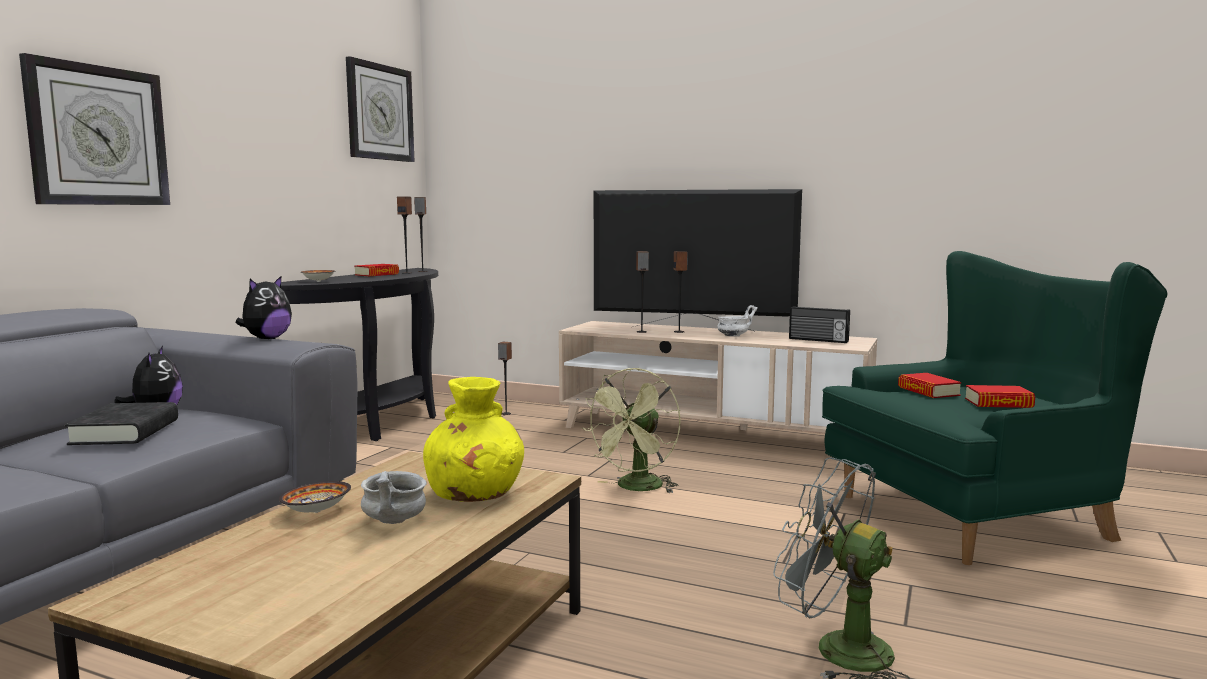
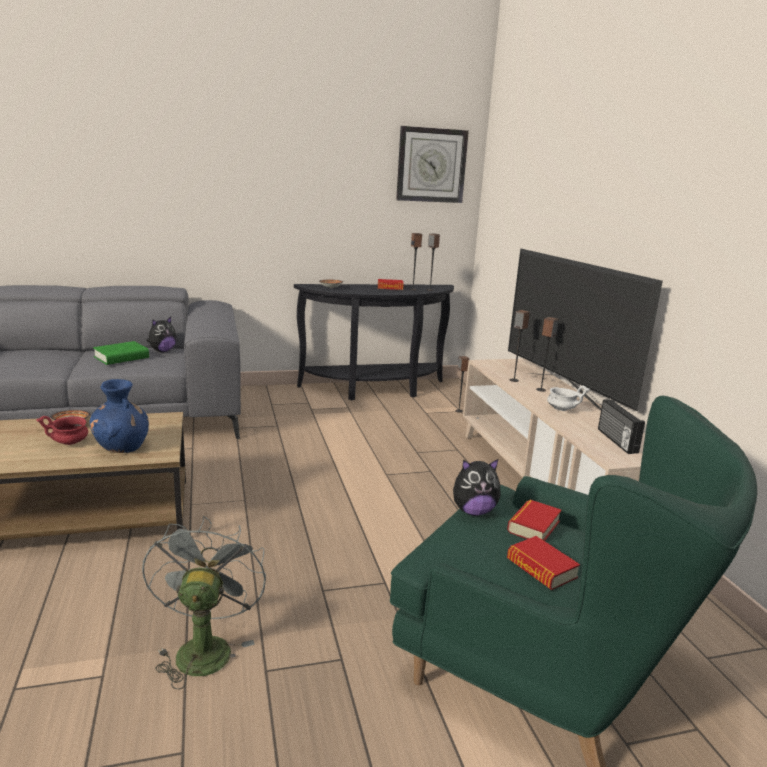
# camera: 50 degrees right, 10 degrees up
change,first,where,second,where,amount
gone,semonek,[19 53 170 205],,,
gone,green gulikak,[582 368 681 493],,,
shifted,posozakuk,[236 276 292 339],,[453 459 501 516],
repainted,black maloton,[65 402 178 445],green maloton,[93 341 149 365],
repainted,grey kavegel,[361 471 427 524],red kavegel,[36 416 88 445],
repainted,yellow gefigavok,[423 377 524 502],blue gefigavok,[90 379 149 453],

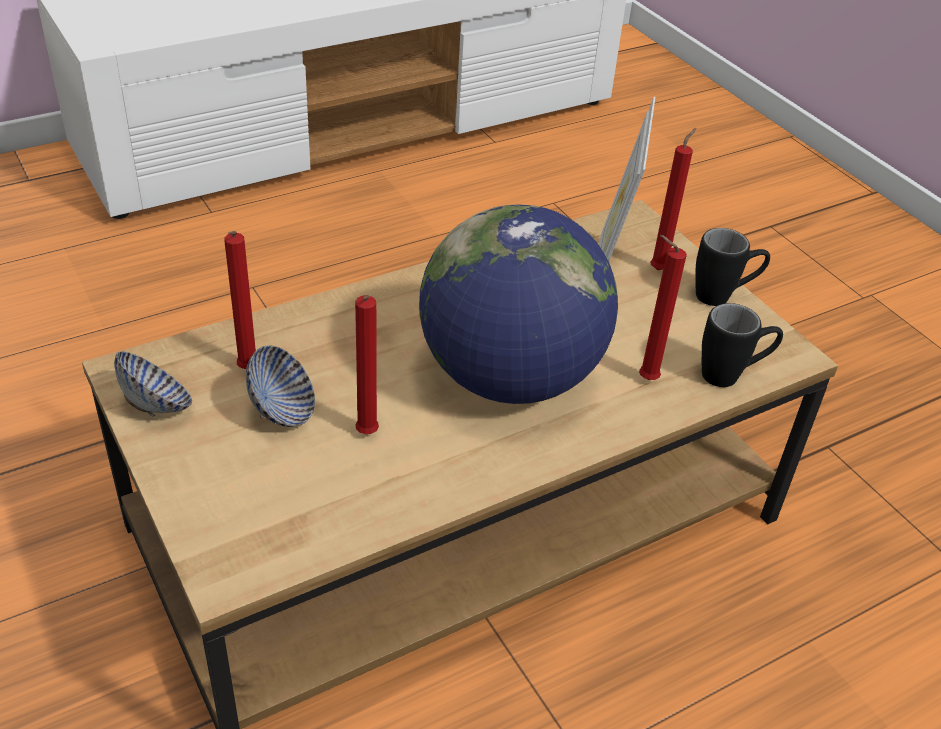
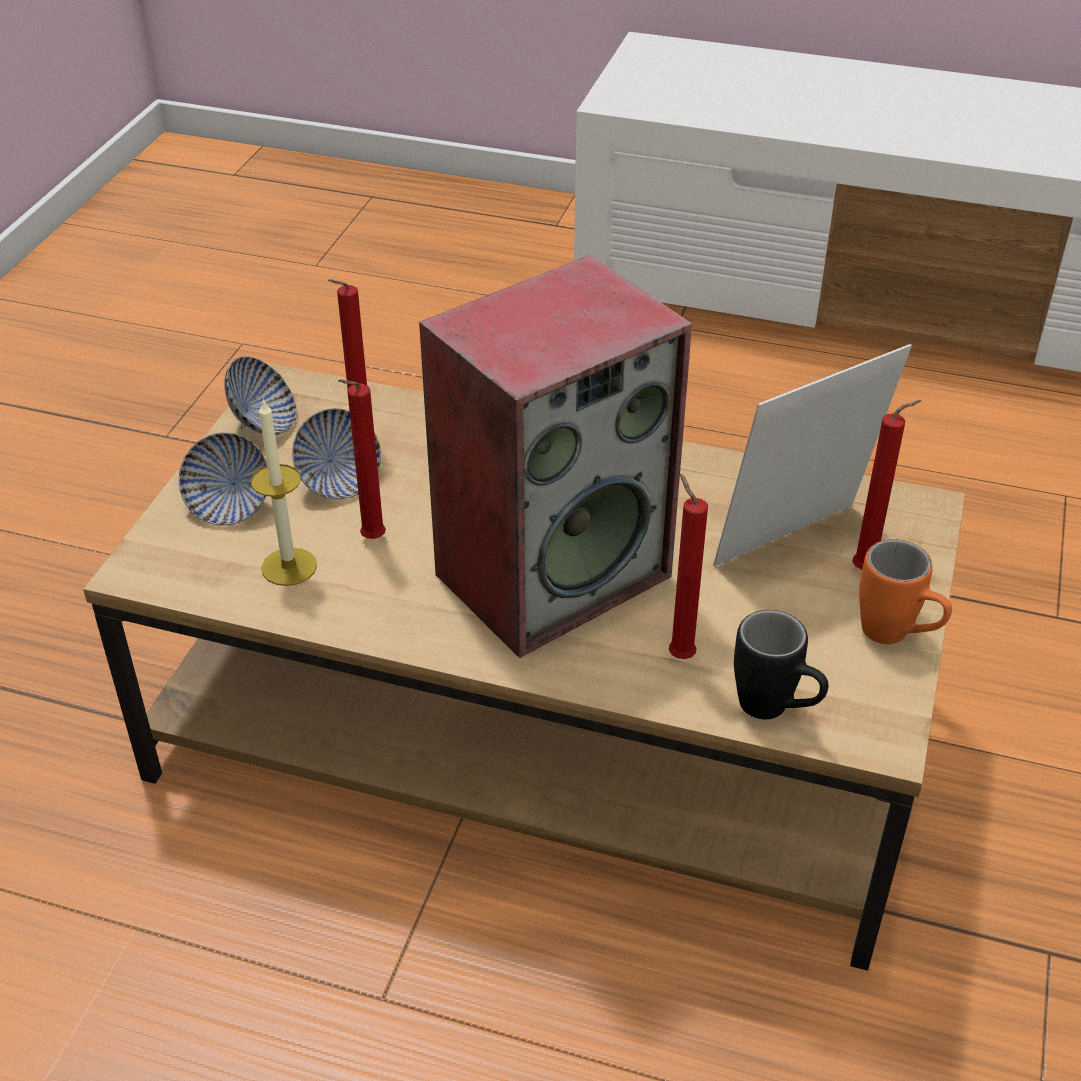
# camera: 50 degrees right, 0 degrees up
change,first,where,second,where,amount
new,,,kavegel,[179 432 267 526],
new,,,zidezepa,[251 398 317 586],
swapped,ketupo,[419 204 618 404],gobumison,[419 255 692 658],
repainted,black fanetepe,[696 228 770 306],orange fanetepe,[859 539 952 644],

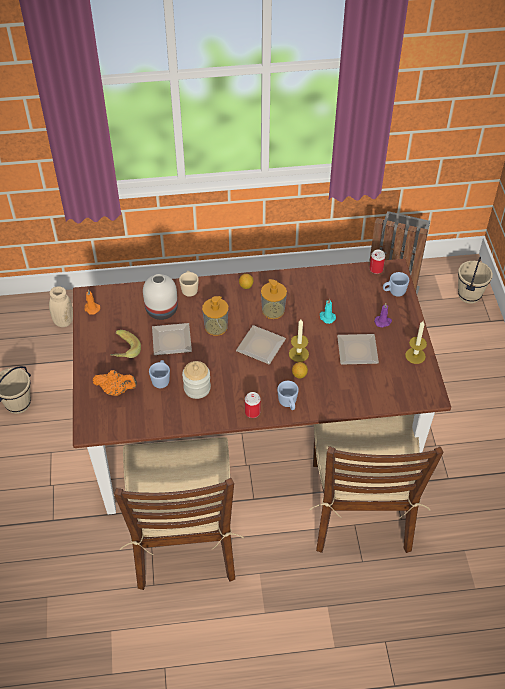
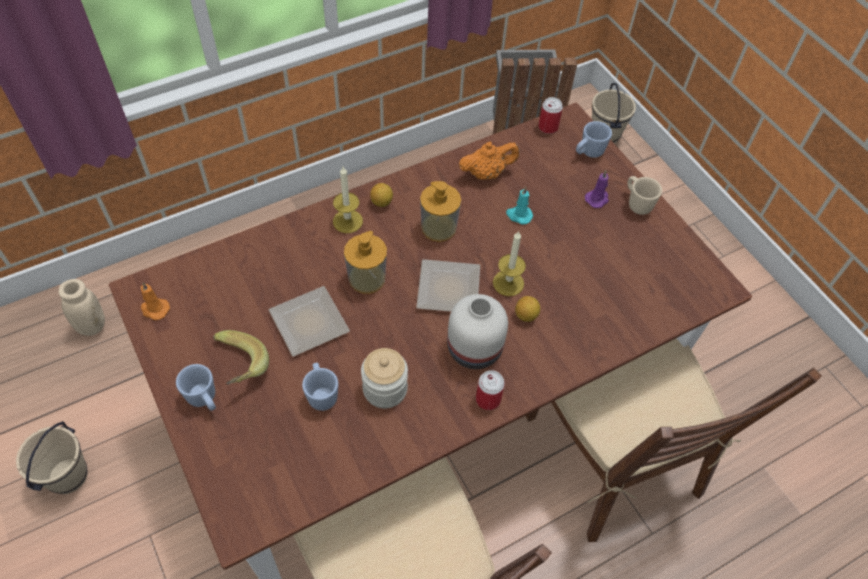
# camera: 25 degrees left, 5 degrees up
change,first,where,second,where,amount
gone,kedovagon,[337 334 379 365],,,
shifted,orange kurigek,[93 370 137 396],,[459 142 519 180],
shifted,white gefigavok,[143 274 178 320],,[447 294 508 369],
shifted,beige fanetepe,[179 271 199 297],,[627 176 662 215],
shifted,blue fanetepe,[277 381 299 410],,[176 364 216 411],
shifted,zidezepa,[405 321 427 364],,[333 167 363 233],

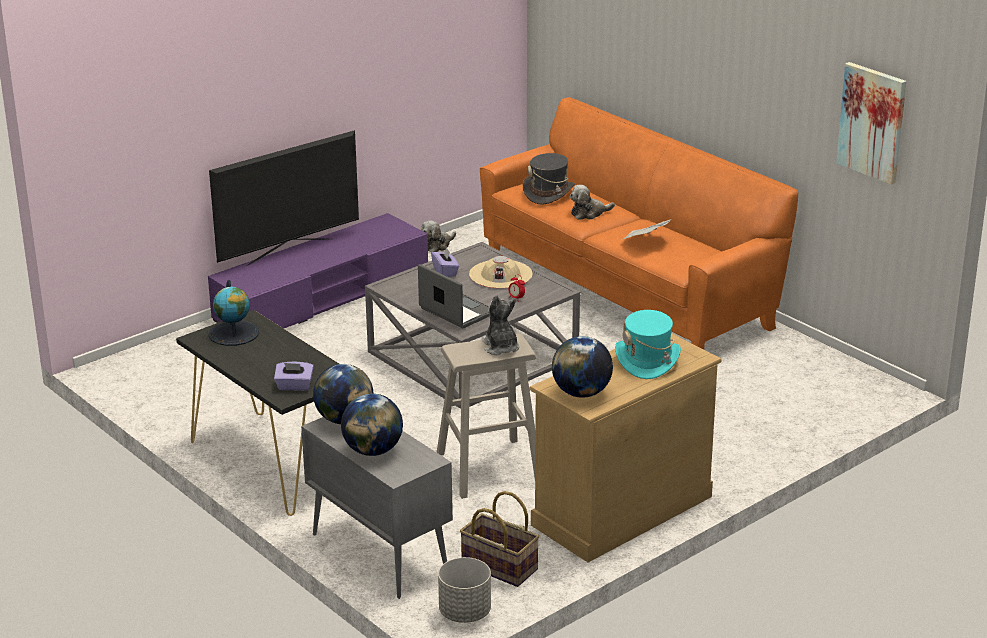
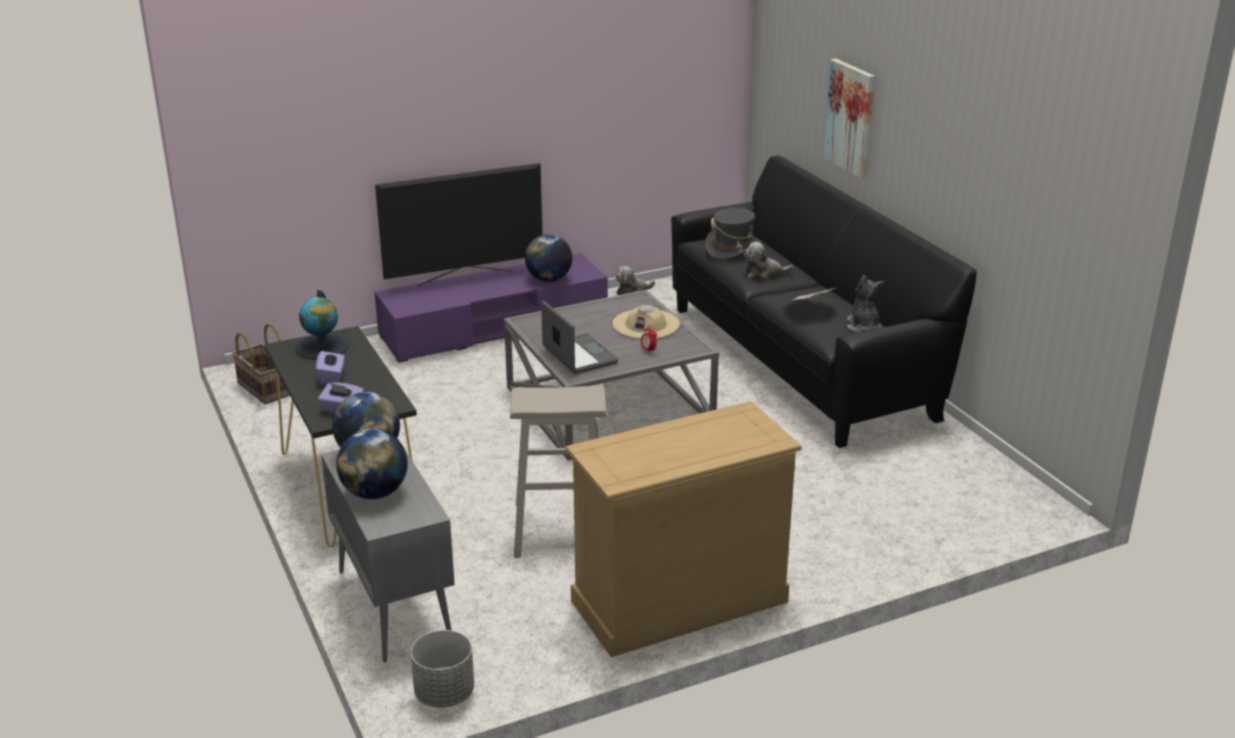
# camera: 15 degrees right, 0 degrees up
change,first,where,second,where,amount
gone,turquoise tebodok,[615 310 681 379],,,
shifted,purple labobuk,[431 247 459 277],,[316 350 344 385],
shifted,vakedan,[460 491 539 587],,[232 323 290 404],
shifted,posozakuk,[482 295 519 355],,[847 275 884 333],
shifted,ketupo,[552 336 613 398],,[525 234 572 282],
shifted,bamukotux,[836 62 906 185],,[823 59 875 178],
repainted,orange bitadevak,[480 97 798 349],black bitadevak,[671 155 977 448],

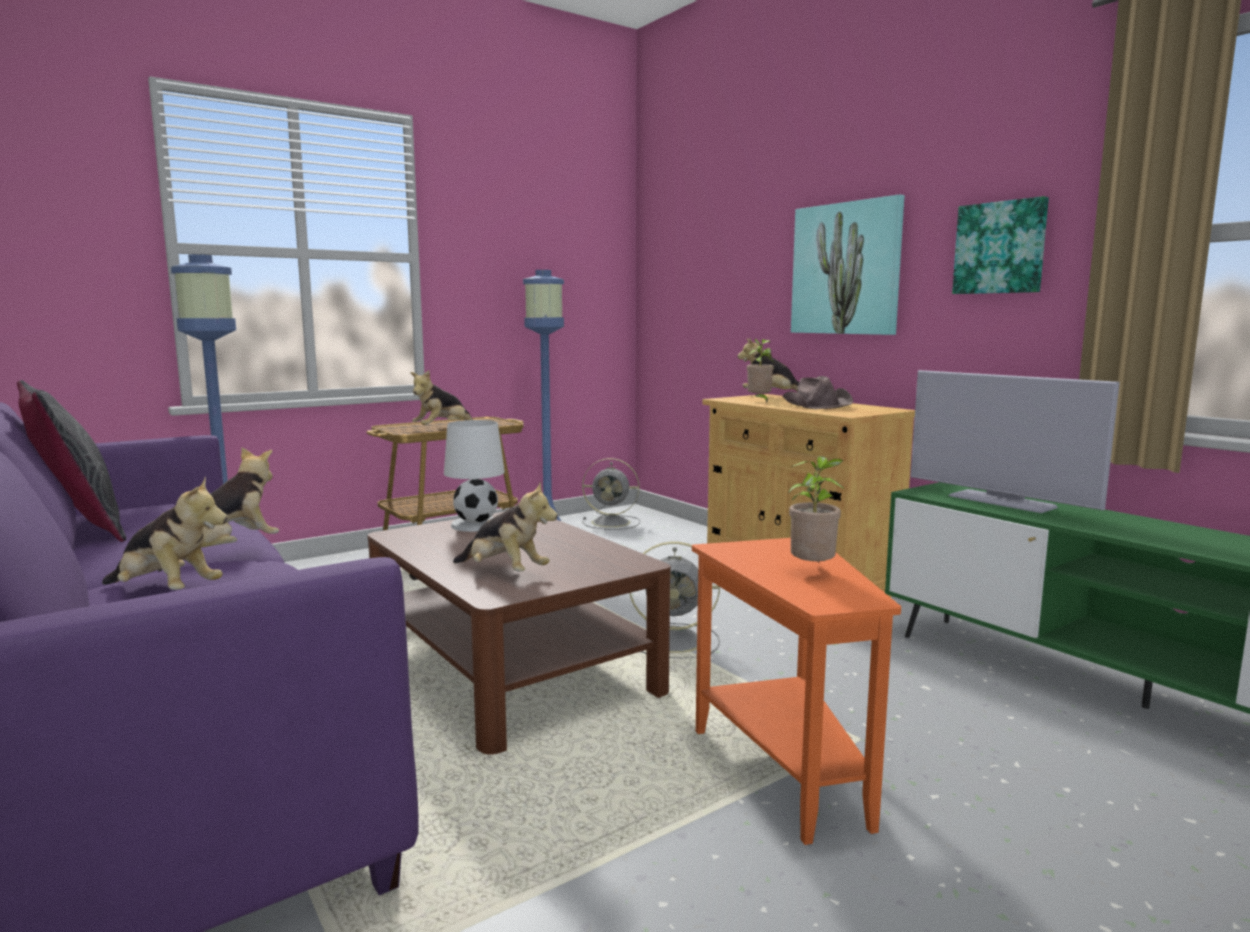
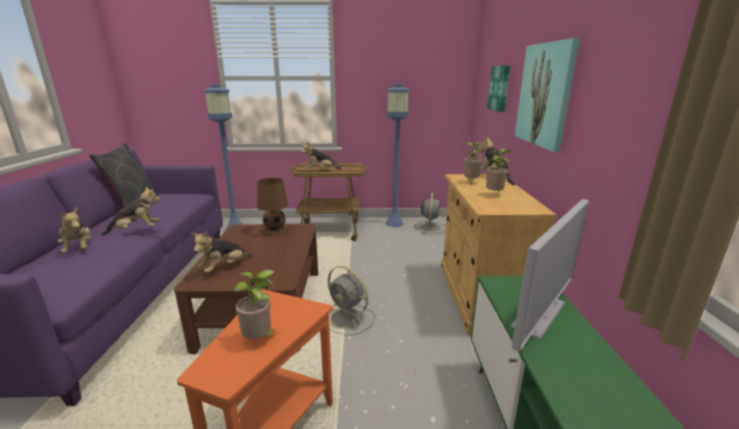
# camera: 35 degrees right, 10 degrees up
change,first,where,second,where,amount
shifted,bamukotux,[952 196 1049 294],,[487 66 510 112],
swapped,brown tebodok,[782 376 854 409],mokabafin,[486 149 511 191],
repainted,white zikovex,[444 420 505 532],brown zikovex,[257 178 288 236],
rotated,posozakuk,[453 481 558 571],,[191 232 252 273],60 degrees clockwise
rotated,grey gulikak,[582 458 640 530],,[415 193 446 234],120 degrees counterclockwise
rotated,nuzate,[911 370 1120 513],,[511 199 589 351],135 degrees counterclockwise

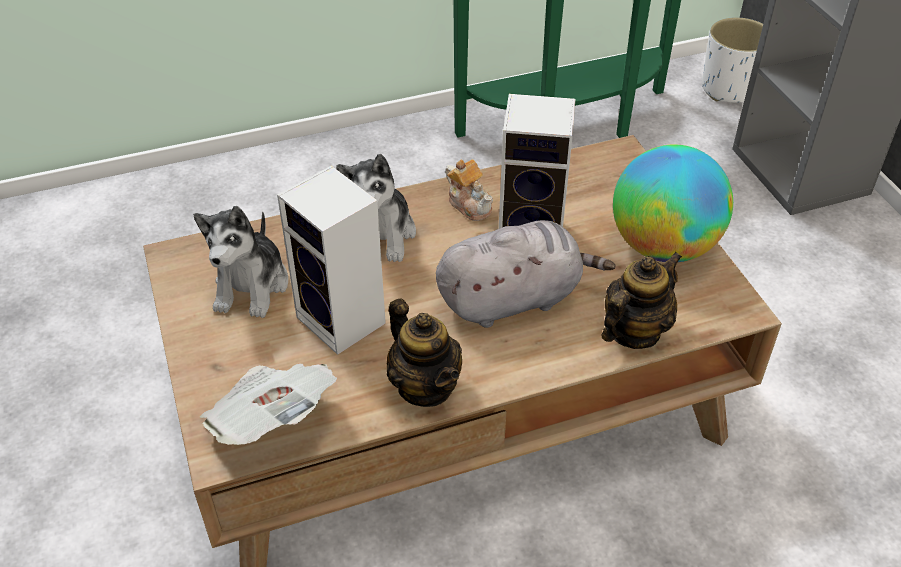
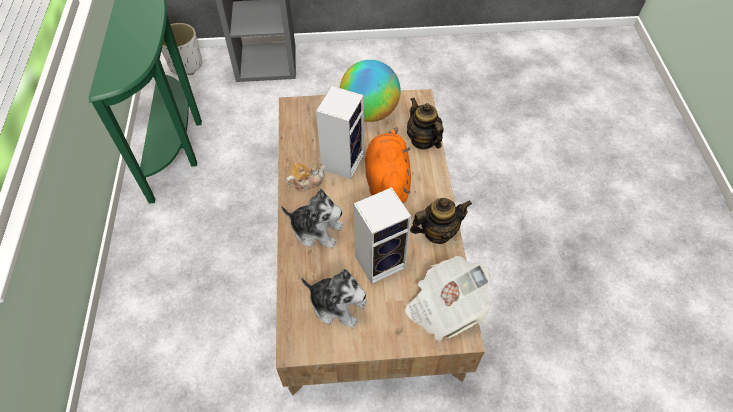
# camera: 75 degrees left, 10 degrees up
change,first,where,second,where,amount
repainted,grey posozakuk,[436 220 616 328],orange posozakuk,[365 128 411 203],

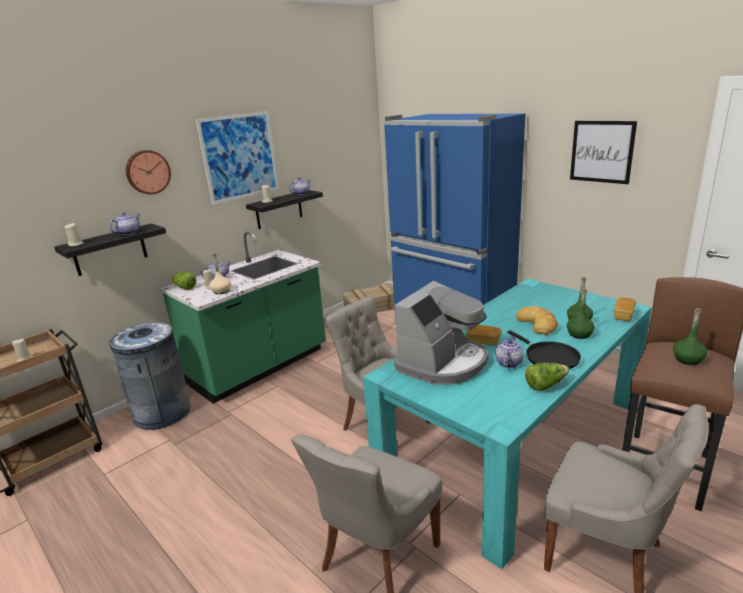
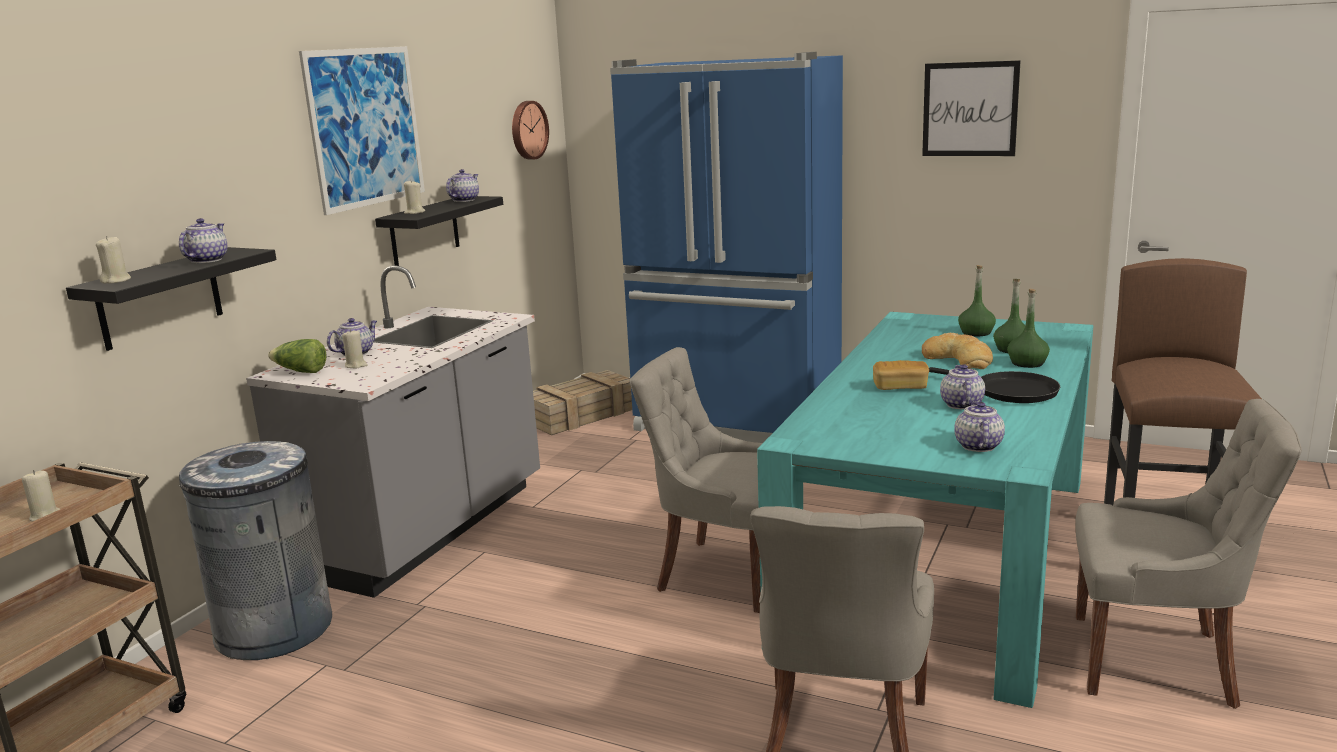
# camera: 20 degrees left, 5 degrees down
change,first,where,second,where,amount
gone,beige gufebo,[209 253 231 294],,,
gone,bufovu,[394 281 488 385],,,
gone,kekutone,[525 363 569 391],,,
gone,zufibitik,[614 298 636 321],,,
new,,,kurigek,[954 401 1005 452],
shifted,semonek,[126 150 171 194],,[512 101 549 159],
shifted,green gufebo,[673 308 707 365],,[958 265 996 336],
repainted,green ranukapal,[160 231 326 404],grey ranukapal,[246 265 540 598],

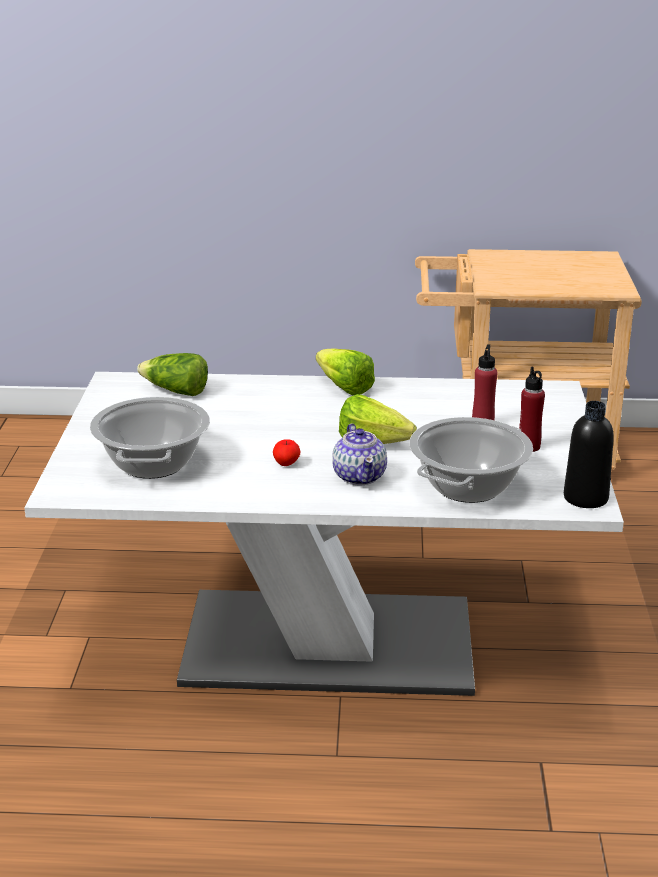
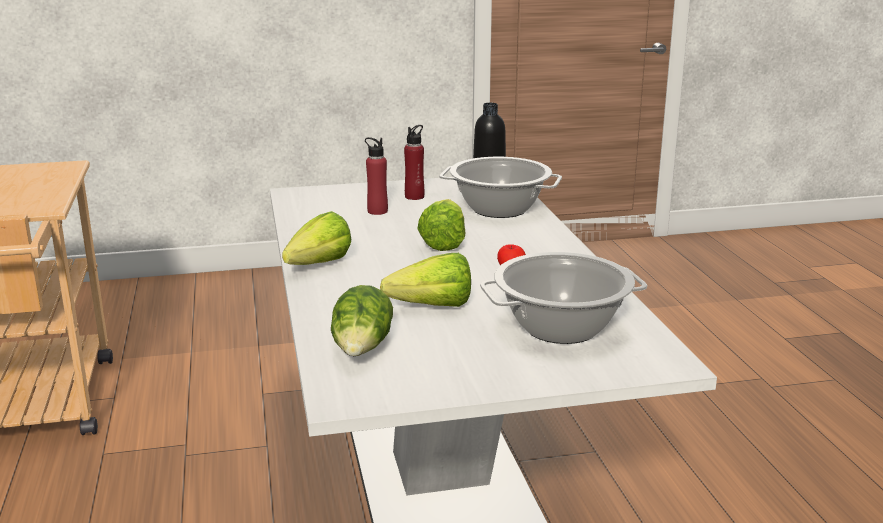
# camera: 105 degrees left, 5 degrees down
change,first,where,second,where,amount
gone,kurigek,[332 424 387 485],,,
new,,,kekutone,[380 253 471 307],

